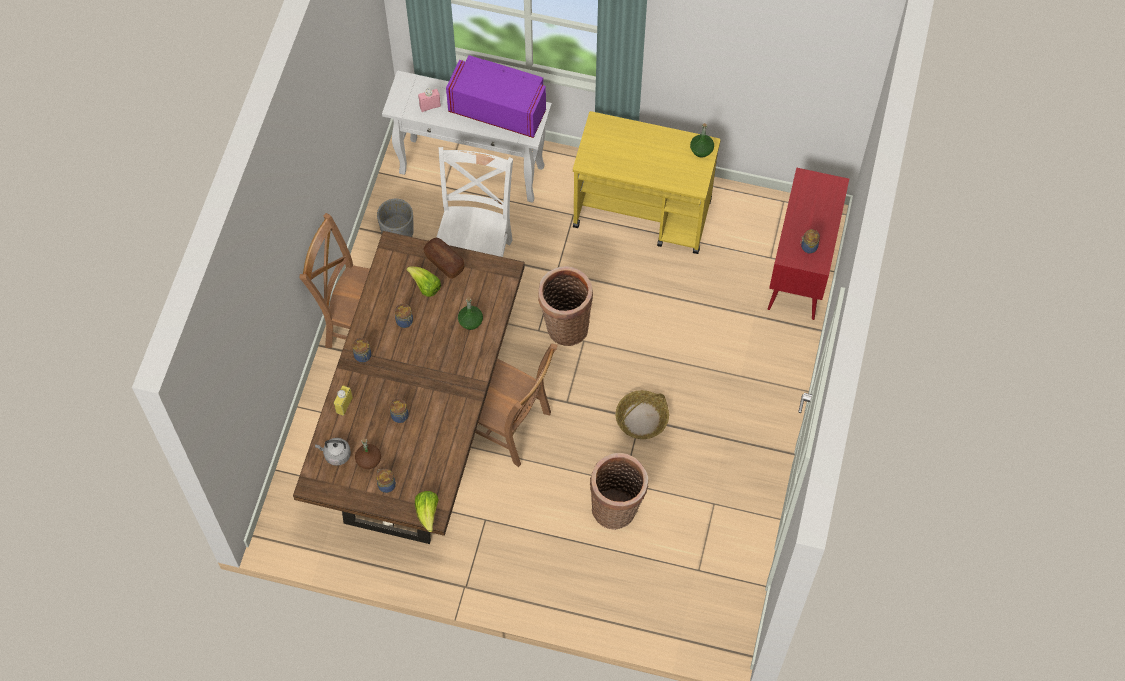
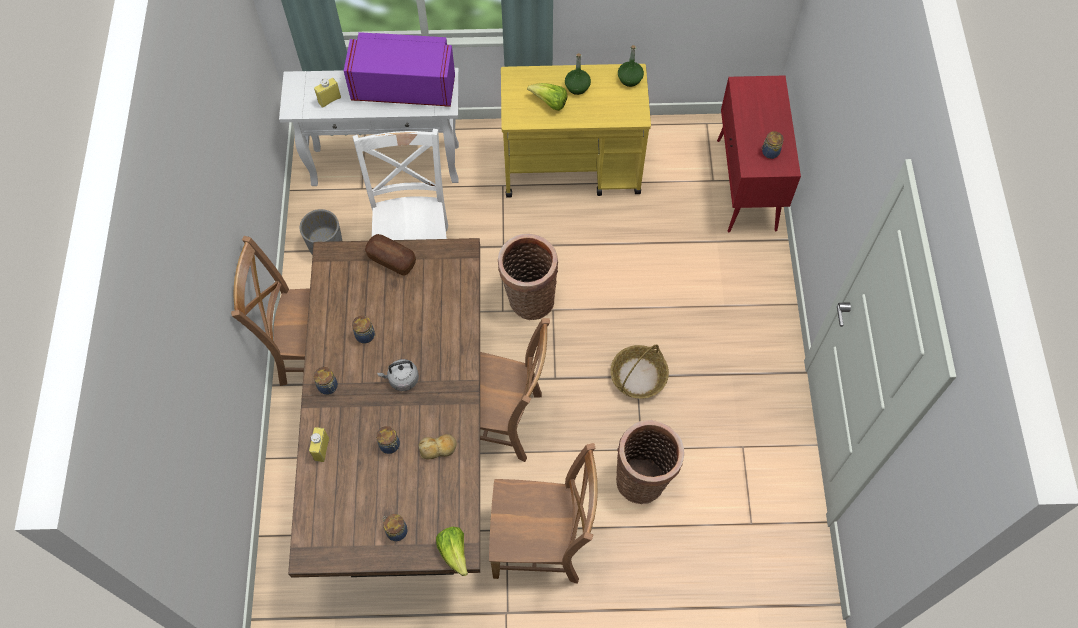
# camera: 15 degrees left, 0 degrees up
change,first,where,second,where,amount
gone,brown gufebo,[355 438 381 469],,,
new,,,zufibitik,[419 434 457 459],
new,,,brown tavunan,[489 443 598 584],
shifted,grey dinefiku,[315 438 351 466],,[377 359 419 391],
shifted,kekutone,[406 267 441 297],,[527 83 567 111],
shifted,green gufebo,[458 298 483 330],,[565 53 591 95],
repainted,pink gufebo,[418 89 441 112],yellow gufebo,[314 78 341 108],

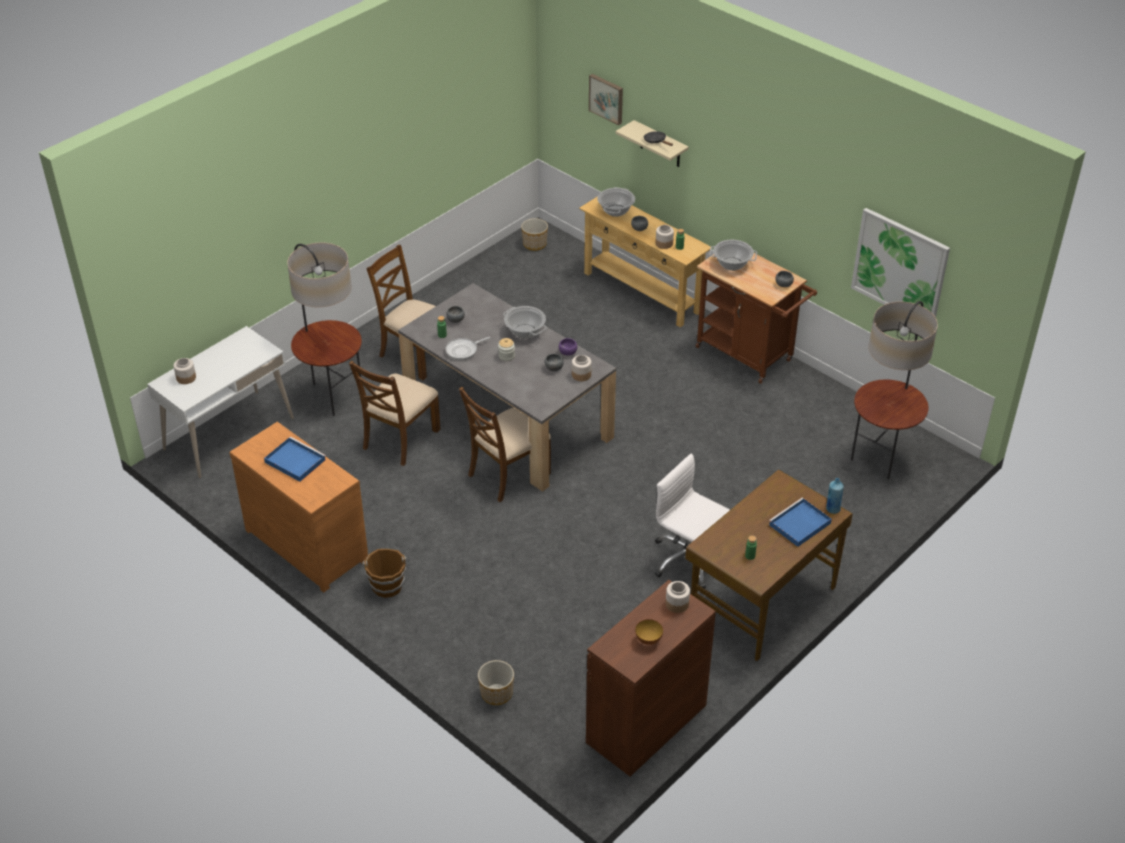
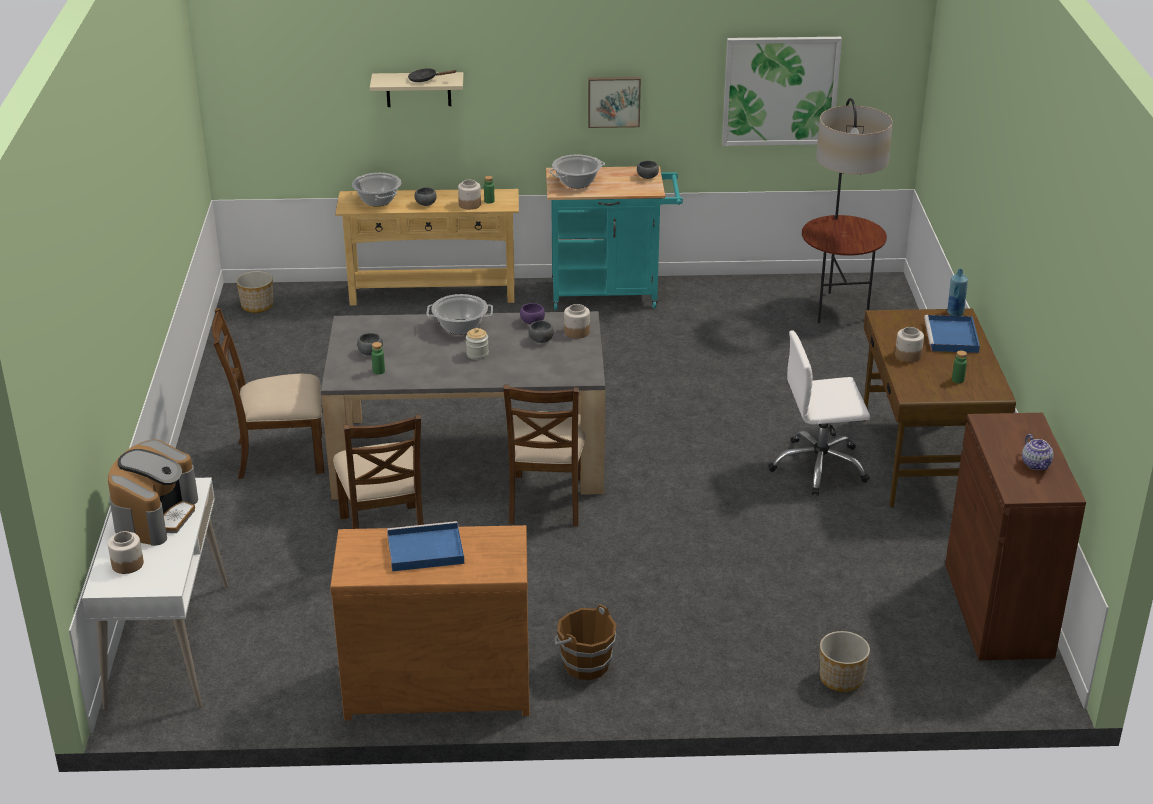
# camera: 45 degrees left, 10 degrees down
change,first,where,second,where,amount
gone,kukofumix,[288 243 362 416],,,
gone,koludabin,[445 336 491 360],,,
new,,,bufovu,[108 439 198 546],
shifted,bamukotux,[589 74 623 125],,[588 77 641 128],
shifted,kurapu,[666 581 690 613],,[895 327 924 362],
swapped,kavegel,[635 619 663 645],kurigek,[1022 434 1054 470],
repainted,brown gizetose,[696 253 817 384],turquoise gizetose,[546 166 683 310],

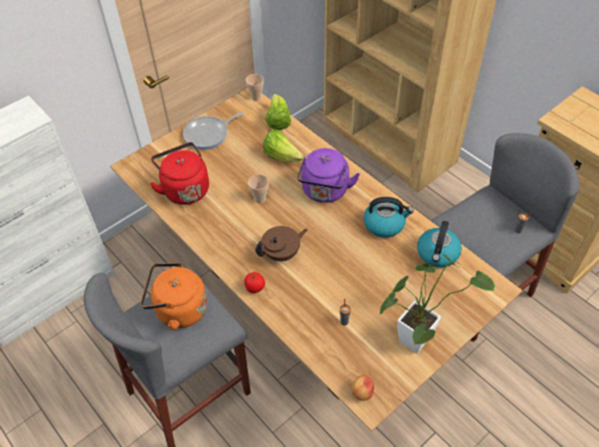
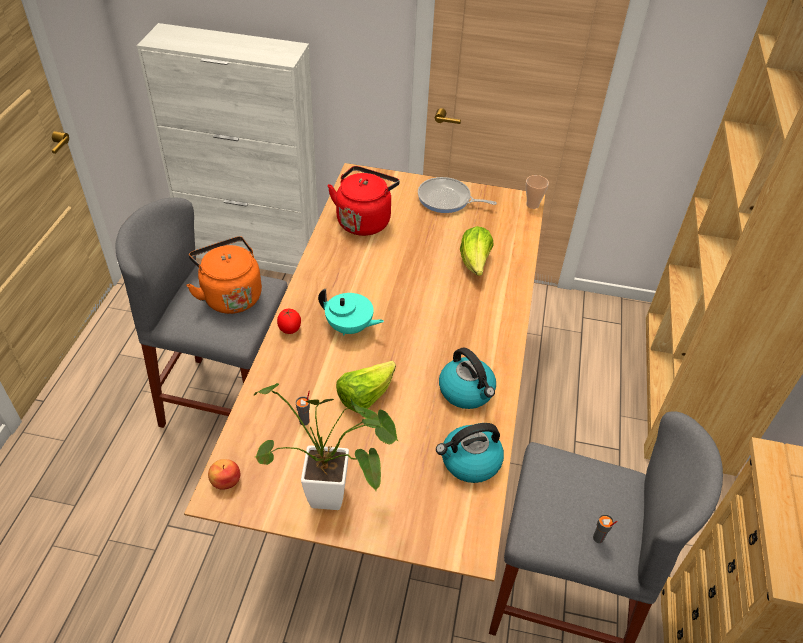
# camera: 50 degrees right, 5 degrees down
change,first,where,second,where,amount
gone,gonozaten,[248 174 269 203],,,
gone,purple dinefiku,[297 148 360 203],,,
shifted,kekutone,[265 94 291 130],,[336 361 396 413],
repainted,brown kurigek,[255 226 308 261],turquoise kurigek,[318 289 384 336],

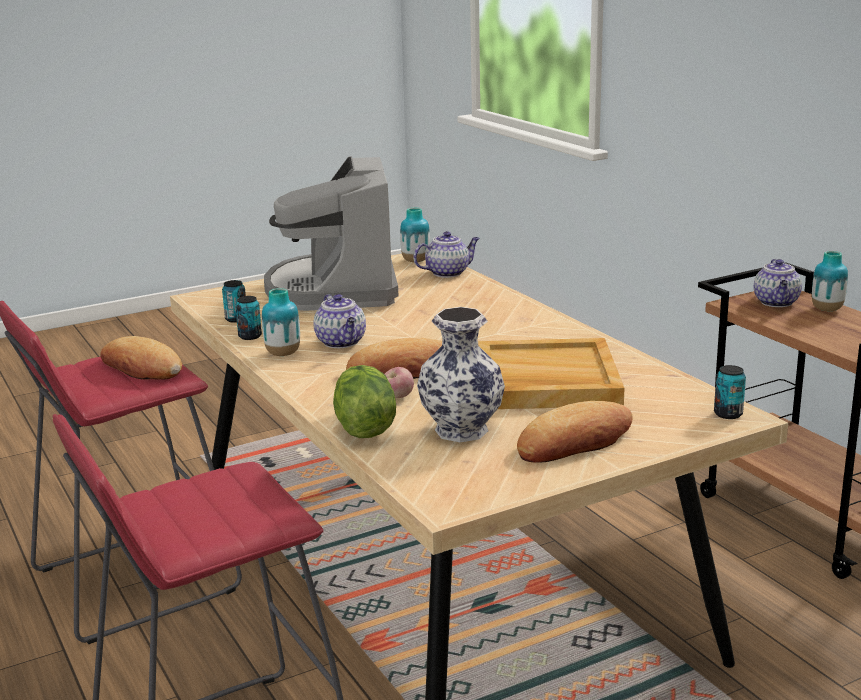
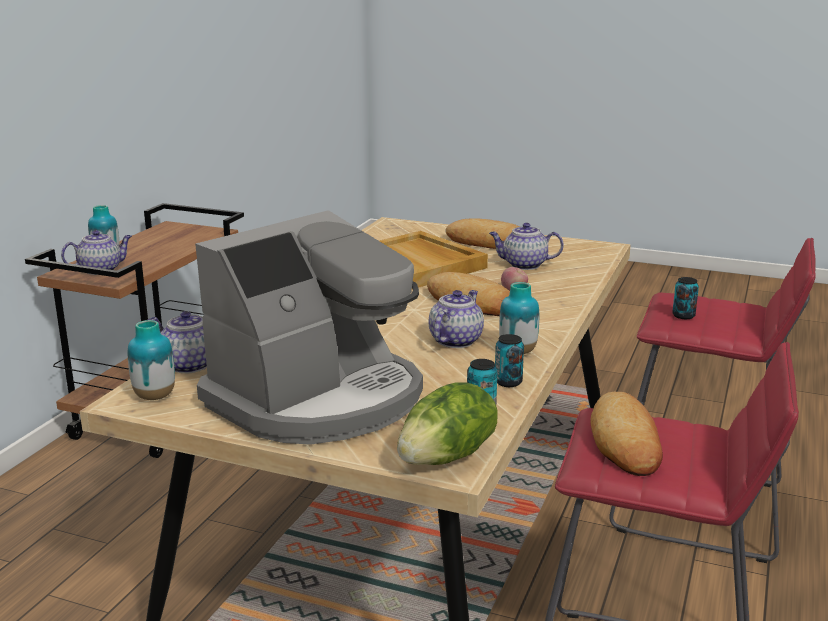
# camera: 130 degrees left, 0 degrees up
change,first,where,second,where,amount
shifted,kekutone,[333 365 396 438],,[397 382 498 465],
shifted,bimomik,[714 365 746 419],,[672 277 699 319],
swapped,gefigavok,[417 307 505 442],kurigek,[489 223 564 270],

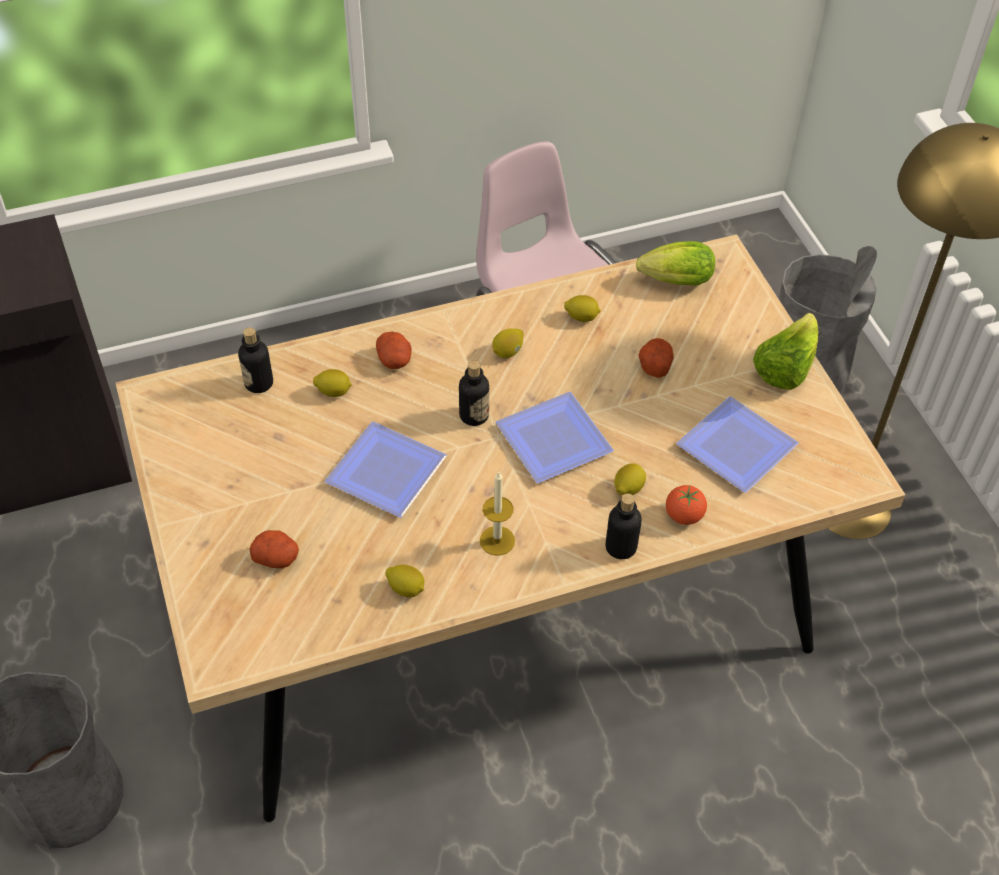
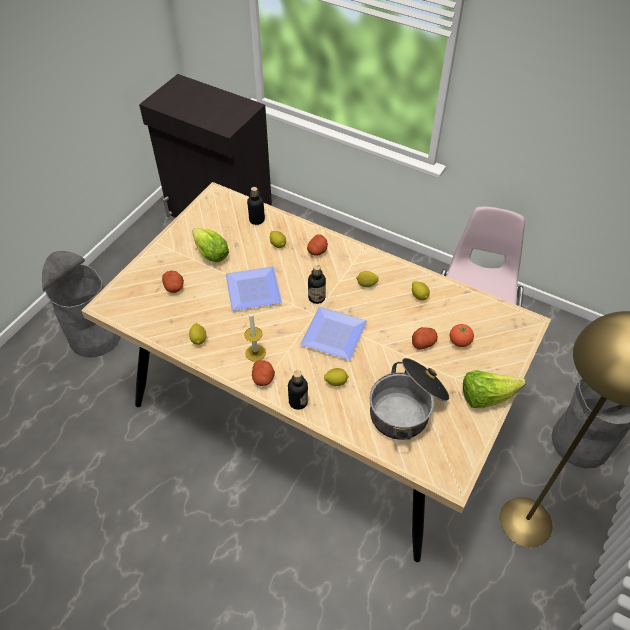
# camera: 50 degrees right, 0 degrees up
change,first,where,second,where,amount
new,,,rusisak,[252 360 275 386],
shifted,kekutone,[636 241 715 286],,[192 228 229 262],
shifted,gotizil,[666 485 707 525],,[450 324 474 347],
swapped,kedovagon,[676 396 799 493],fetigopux,[370 358 450 440],

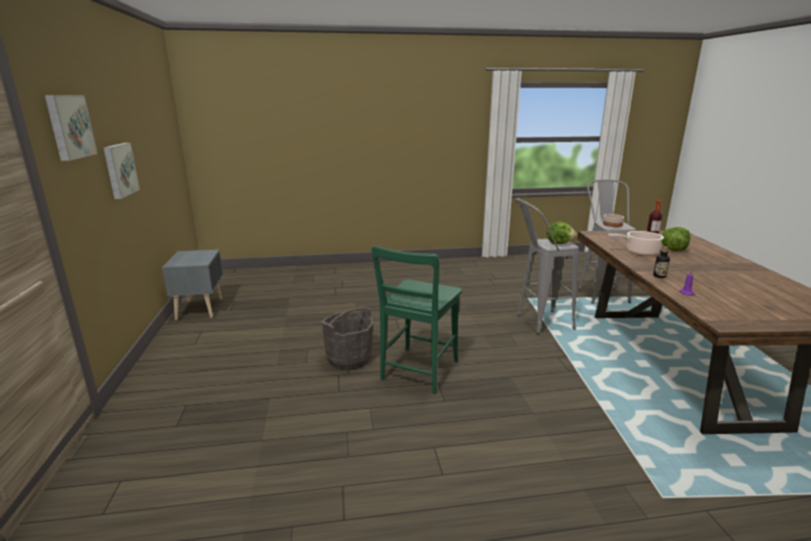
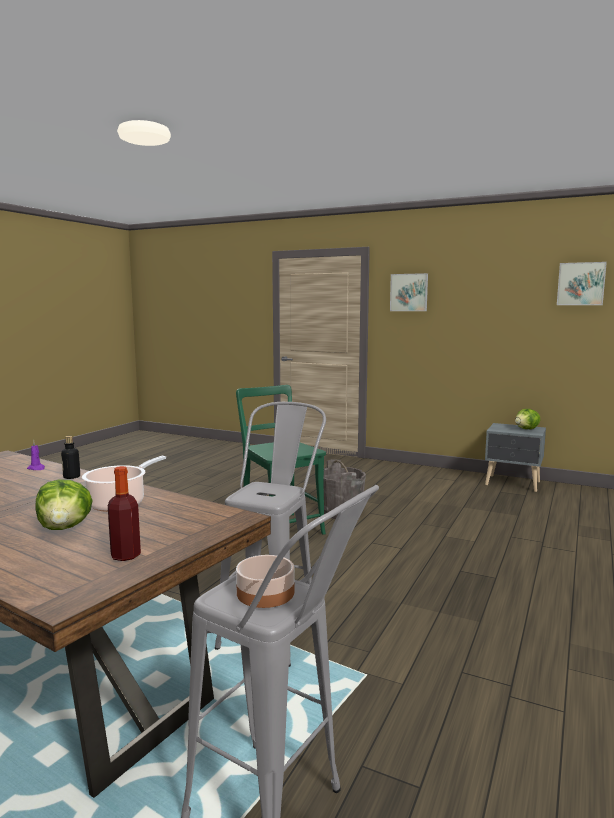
# camera: 125 degrees right, 10 degrees down
change,first,where,second,where,amount
shifted,bamukotux,[103 143 140 199],,[557 262 607 305],
shifted,kekutone,[547 222 577 244],,[515 409 540 429],

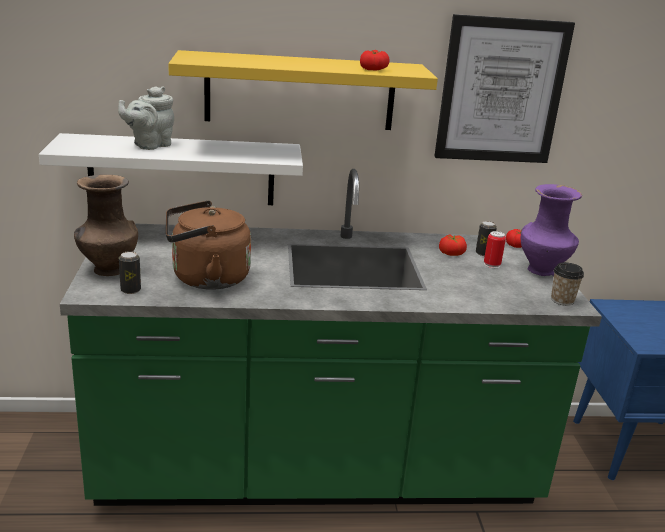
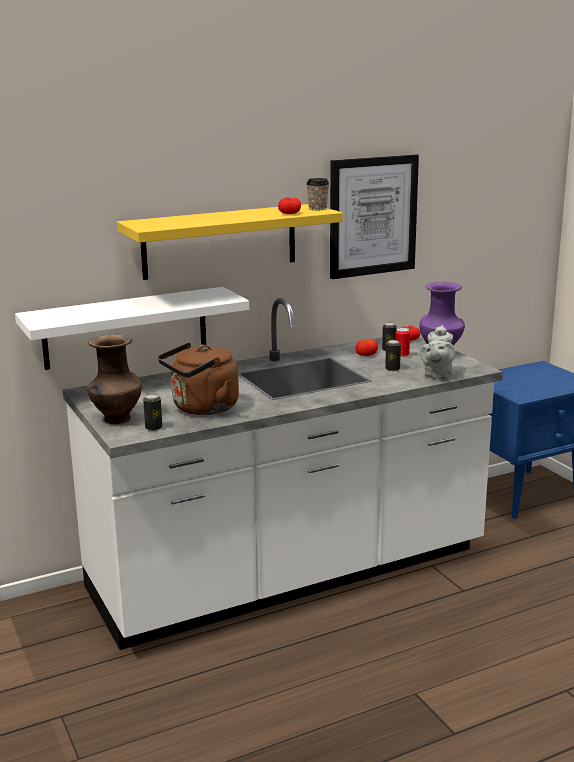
# camera: 20 degrees left, 5 degrees down
change,first,where,second,where,amount
new,,,bimomik,[385 340 401 371],
shifted,grey kurigek,[118 86 174 150],,[420 325 455 380],
shifted,gonozaten,[551 262 584 306],,[306 178 329 210],
repainted,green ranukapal,[60 169 602 506],white ranukapal,[63 298 503 650],

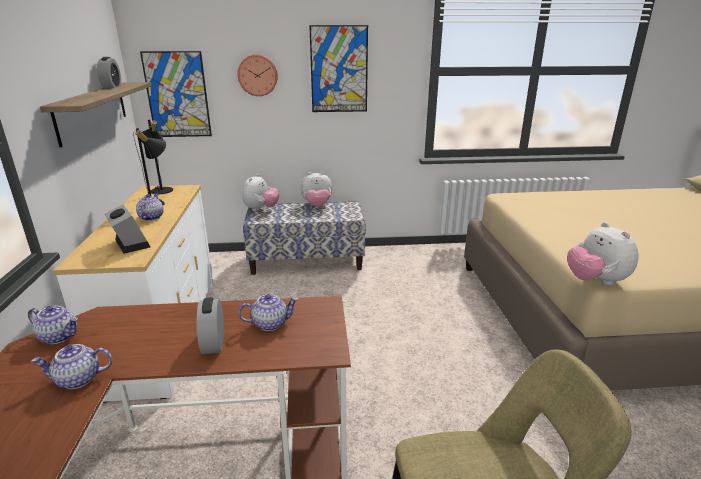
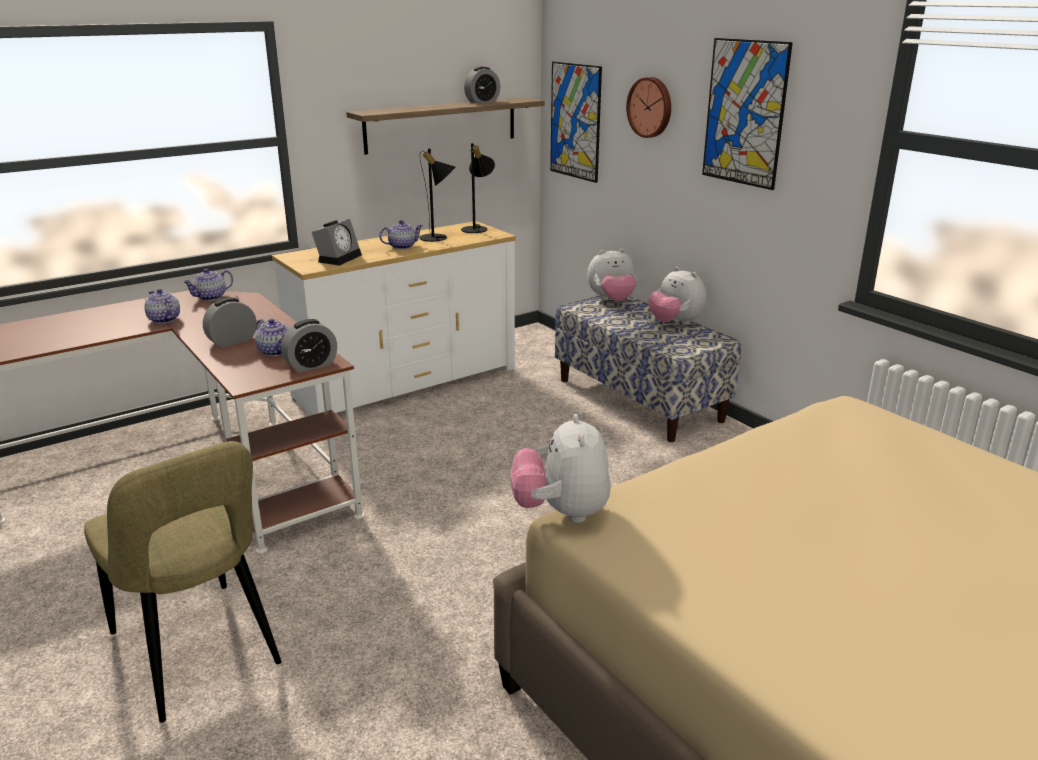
# camera: 60 degrees right, 0 degrees up
change,first,where,second,where,amount
new,,,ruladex,[281 319 337 372],
rotated,kurigek,[28 306 78 344],,[183 268 233 301],60 degrees clockwise
rotated,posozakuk,[567 222 639 285],,[511 414 611 523],45 degrees counterclockwise

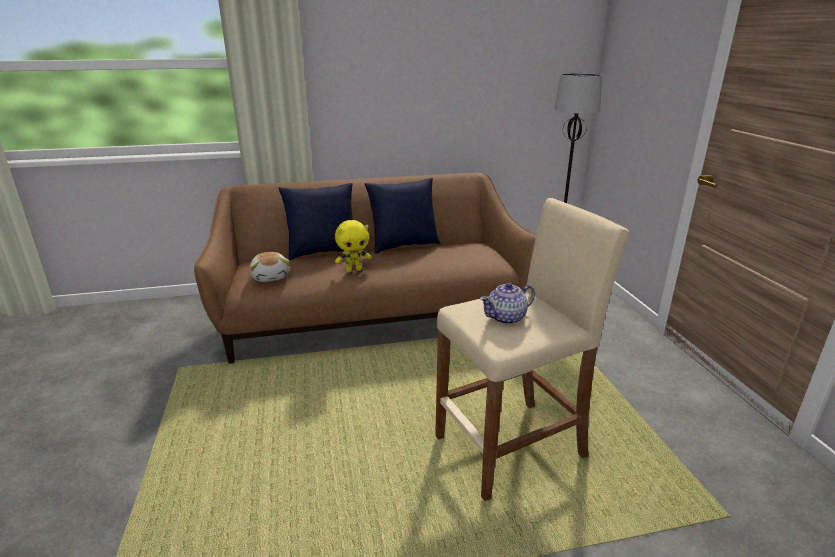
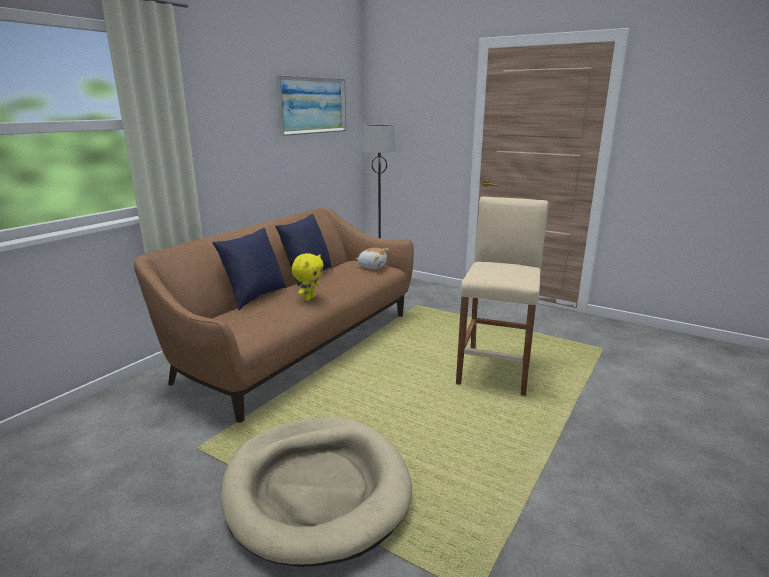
# camera: 45 degrees left, 5 degrees down
change,first,where,second,where,amount
gone,kurigek,[480 282 535 325],,,
new,,,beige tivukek,[221 417 412 567],
new,,,bamukotux,[276 75 346 136],
shifted,posozakuk,[250 252 290 282],,[356 248 389 269],

